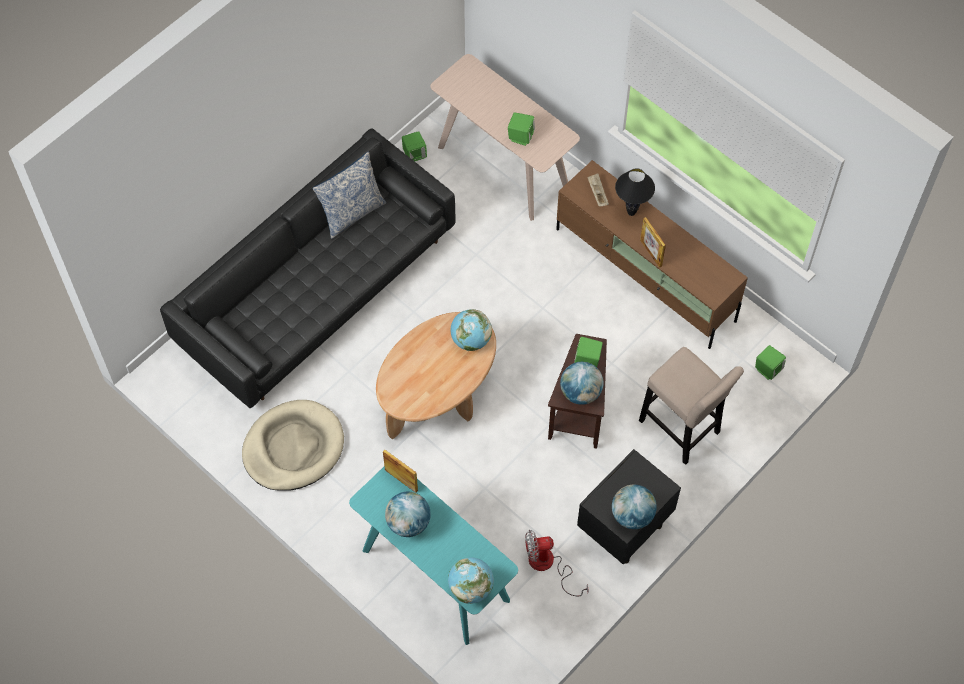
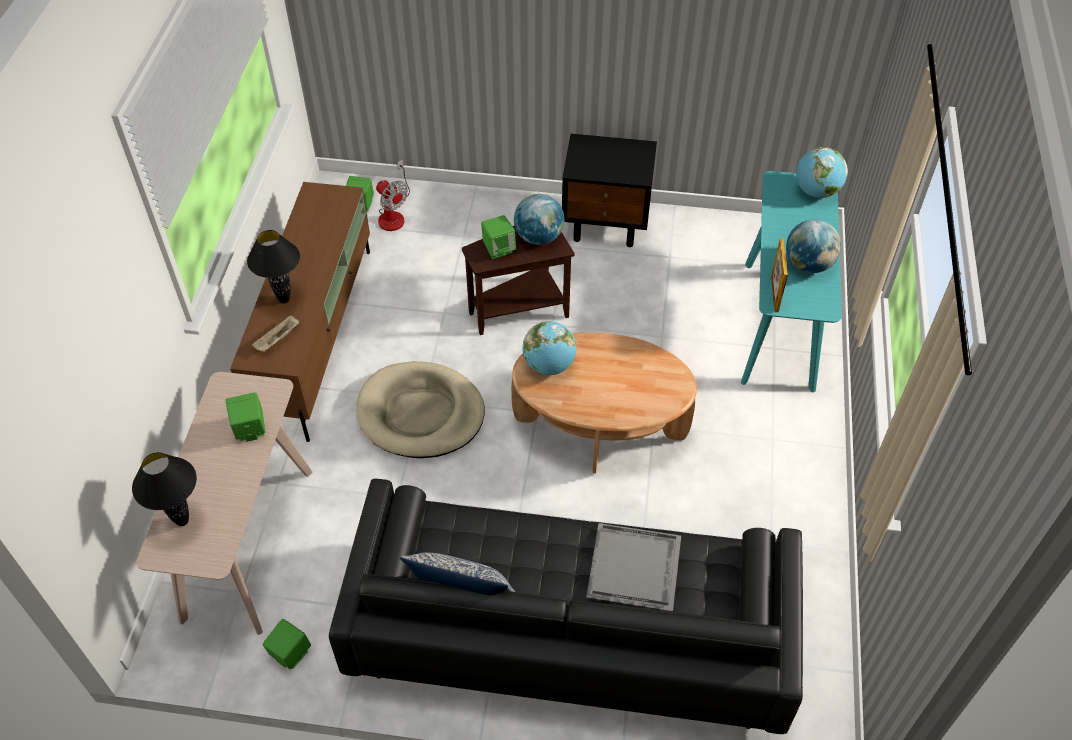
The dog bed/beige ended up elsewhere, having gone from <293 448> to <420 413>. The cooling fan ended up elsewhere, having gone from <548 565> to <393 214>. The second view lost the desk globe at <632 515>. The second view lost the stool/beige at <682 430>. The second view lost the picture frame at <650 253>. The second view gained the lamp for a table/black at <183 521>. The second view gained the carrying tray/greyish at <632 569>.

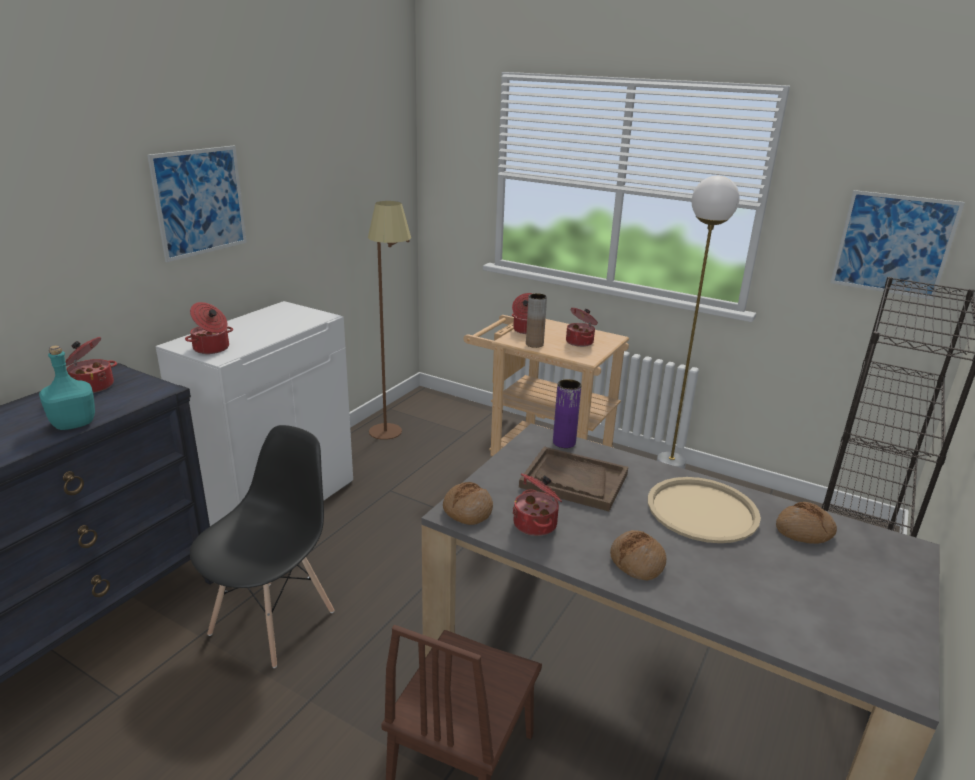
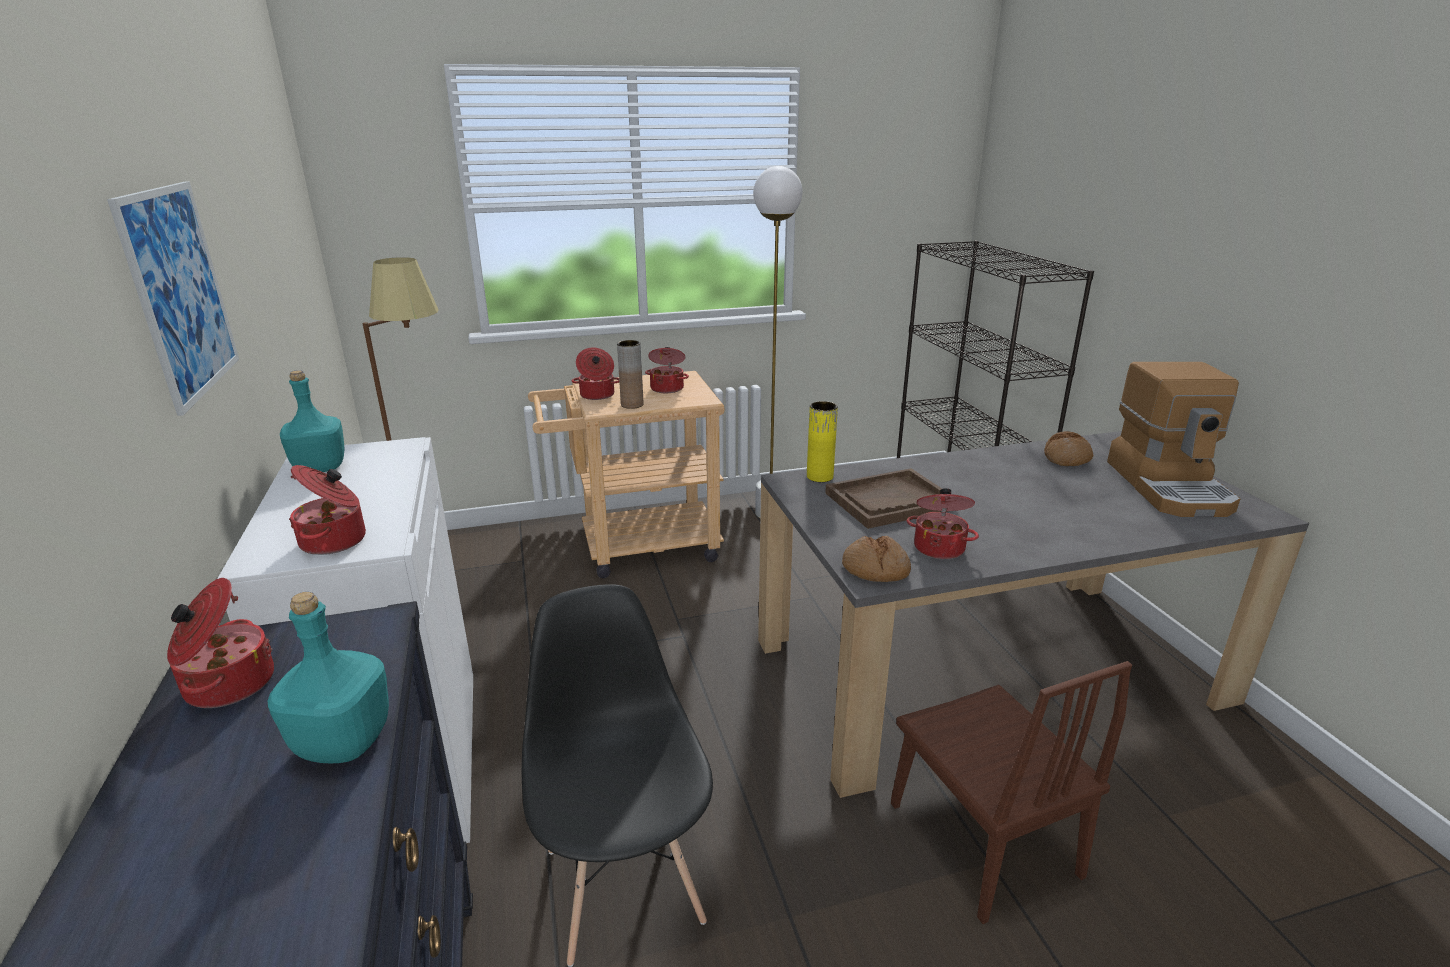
What was the decorative vase/purple at <564 442> turned into the decorative vase/yellow at <819 477>. The second view lost the bread at <637 562>. The second view lost the carrying tray/beige at <702 510>. The second view lost the wall picture at <893 244>. The second view gained the bottle/blue-green at <320 467>. The second view gained the coffee maker at <1170 486>.

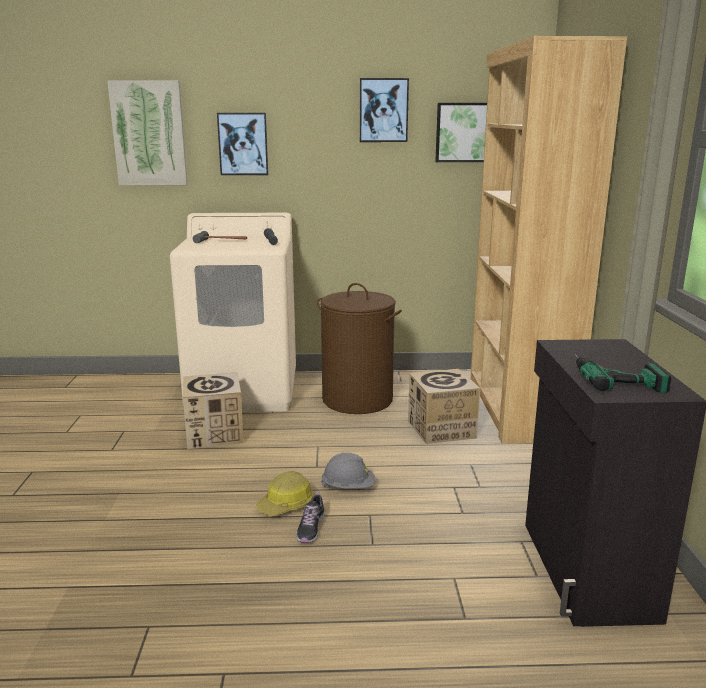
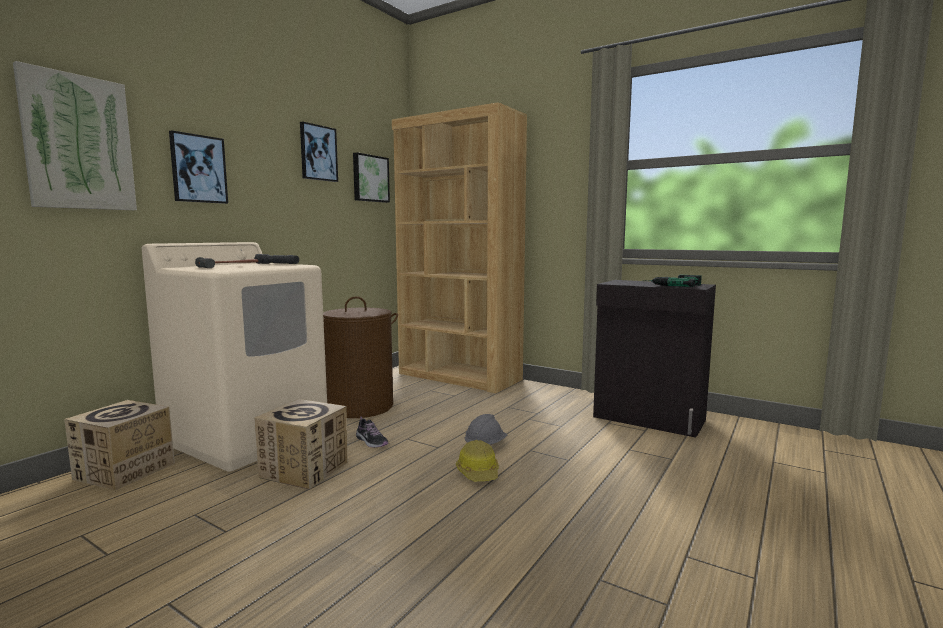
The low shoe ended up elsewhere, having gone from <310 528> to <371 441>. The packing box ended up elsewhere, having gone from <441 429> to <125 471>.

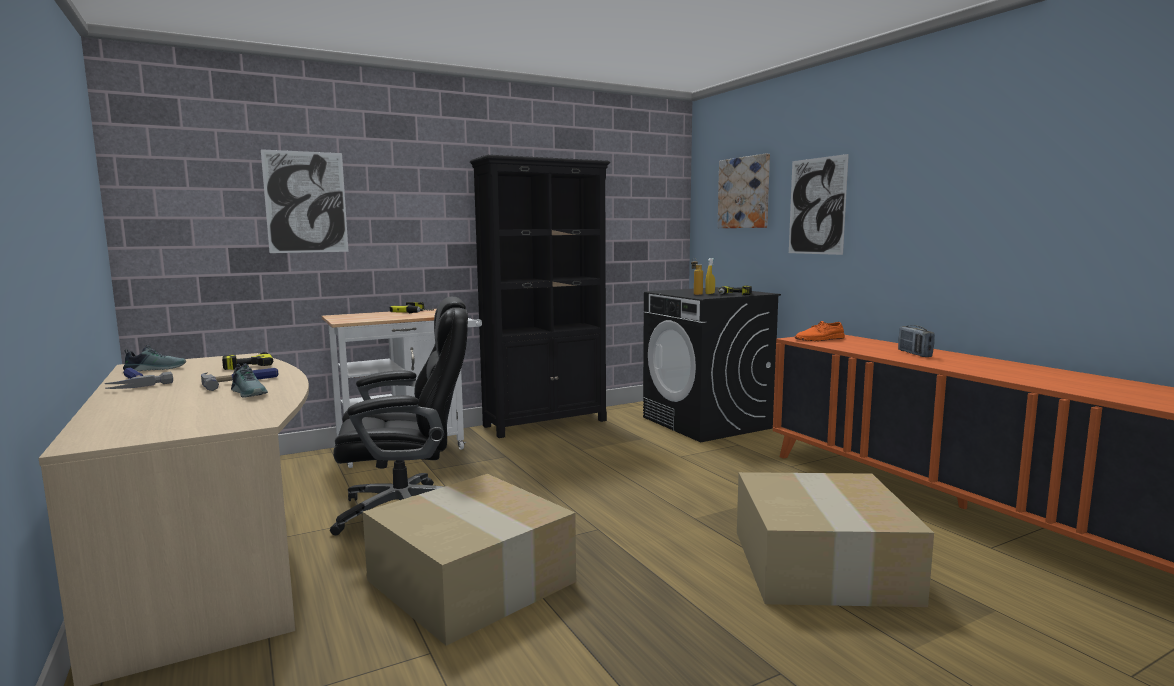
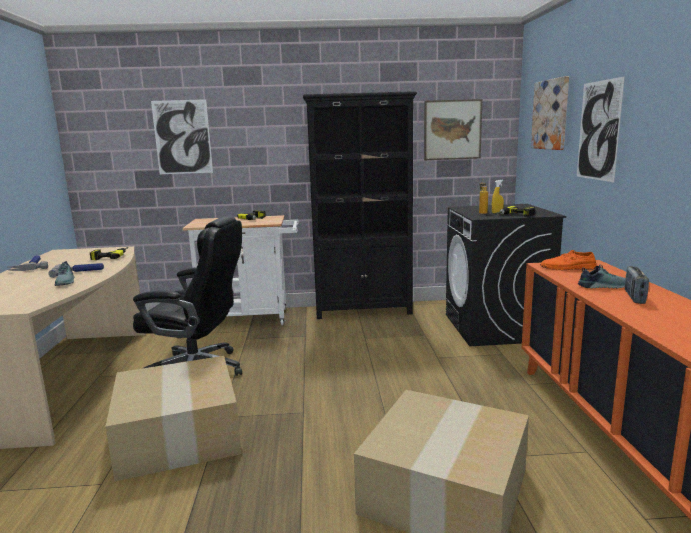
The low shoe ended up elsewhere, having gone from <156 369> to <602 286>. The second view gained the wall picture at <452 130>.

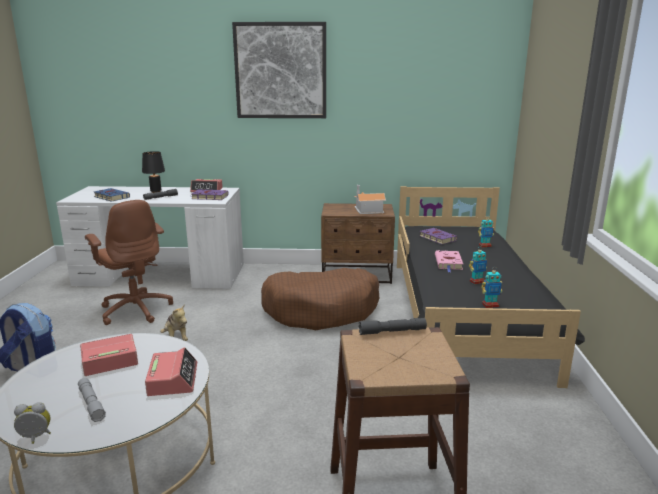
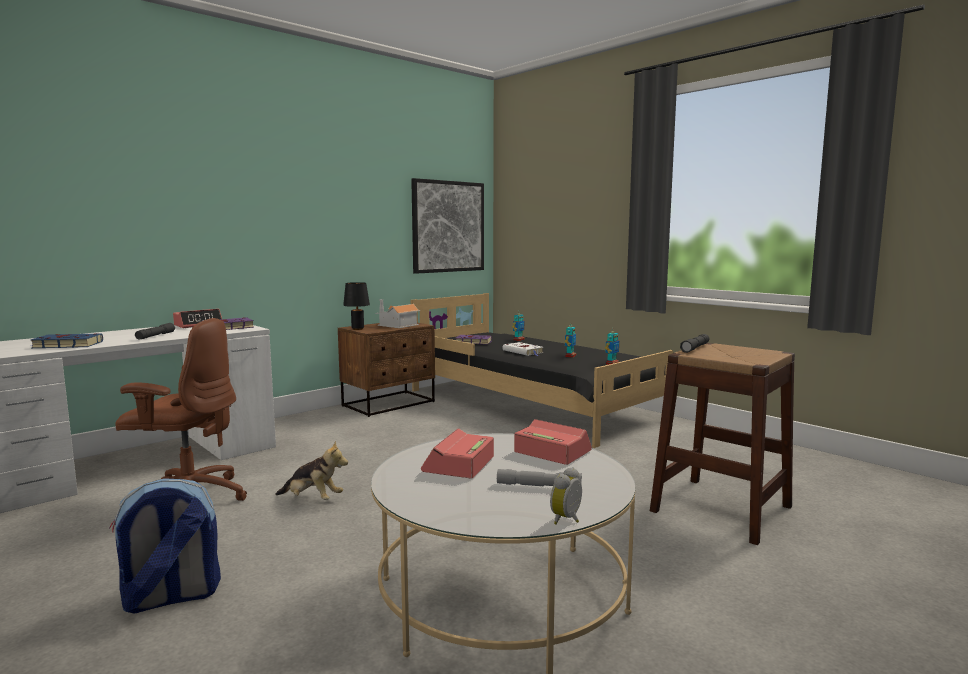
The lamp for a table/black ended up elsewhere, having gone from <155 192> to <357 329>. The wall picture ended up elsewhere, having gone from <280 71> to <448 226>. The second view lost the dog bed/brown-coloured at <322 310>. What was the volume/pinkish at <448 263> turned into the volume/white-coloured at <524 352>.

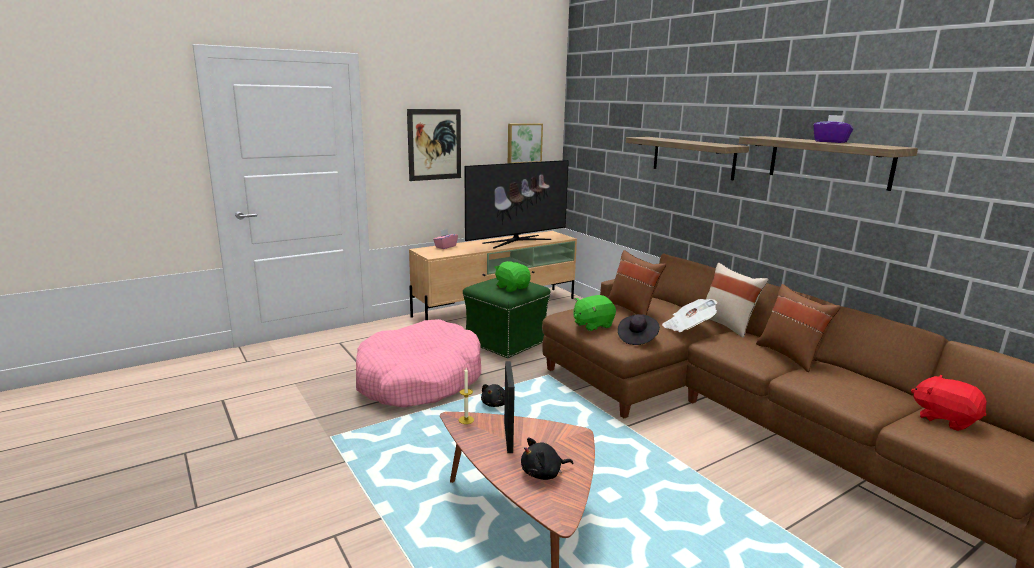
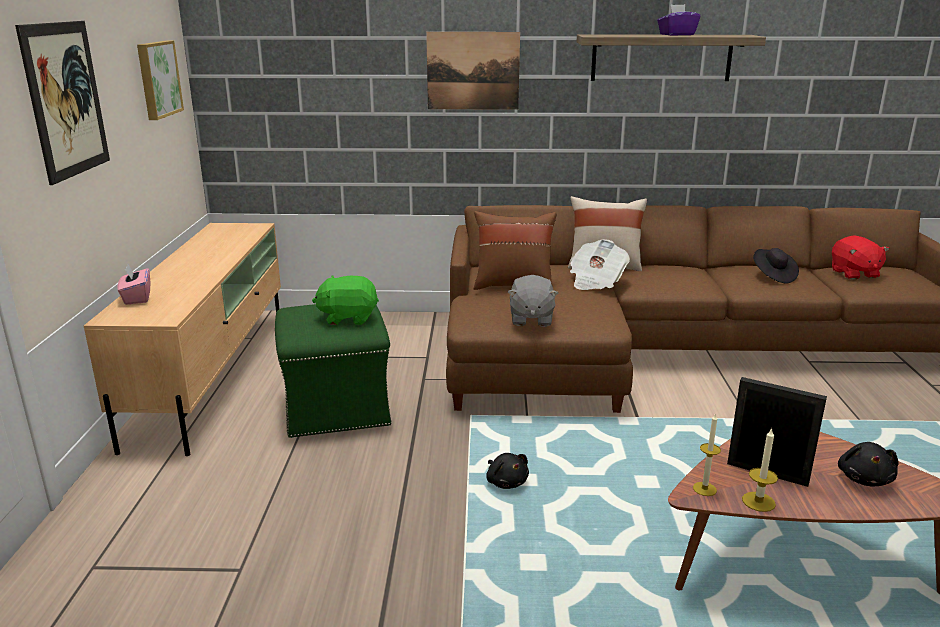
The second view lost the dog bed/pinkish at <419 380>. The second view lost the TV at <516 241>. What was the soft toy/green-coloured at <592 325> turned into the soft toy/greyish at <531 319>. The wearable hat/black ended up elsewhere, having gone from <637 338> to <773 276>. Where the wall shelf hung at <693 157>, the wall picture came to hang at <473 71>. The second view lost the pillow/brown-coloured at <790 356>. The soft toy/reddish at <944 419> ended up facing another way, 90 degrees counterclockwise from before. The second view gained the candle at <758 501>.

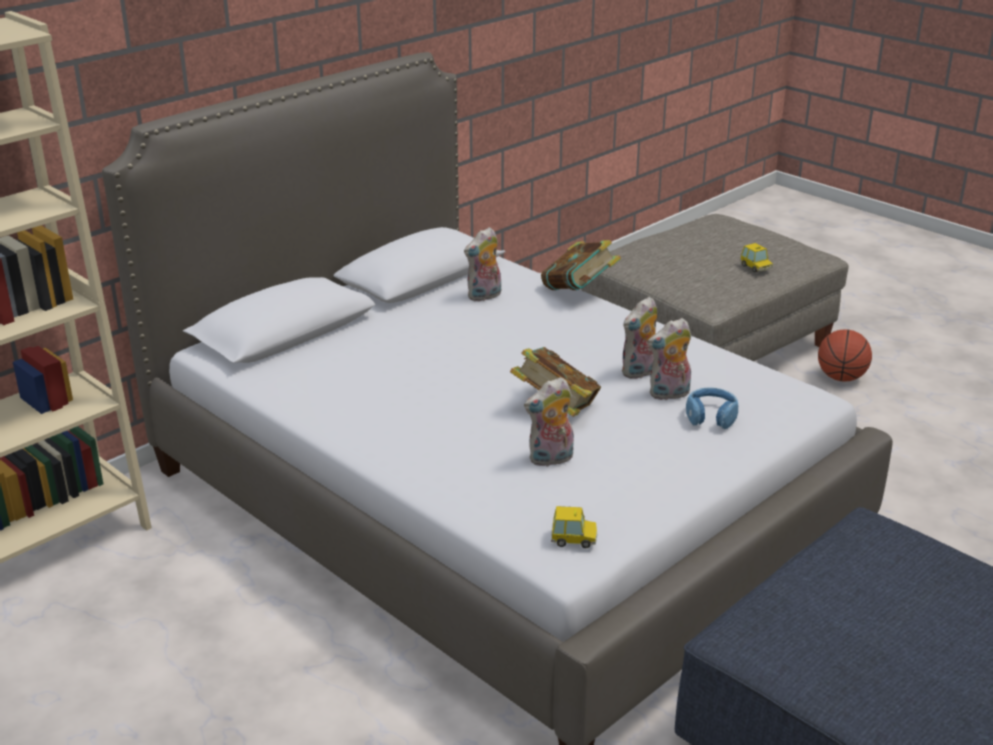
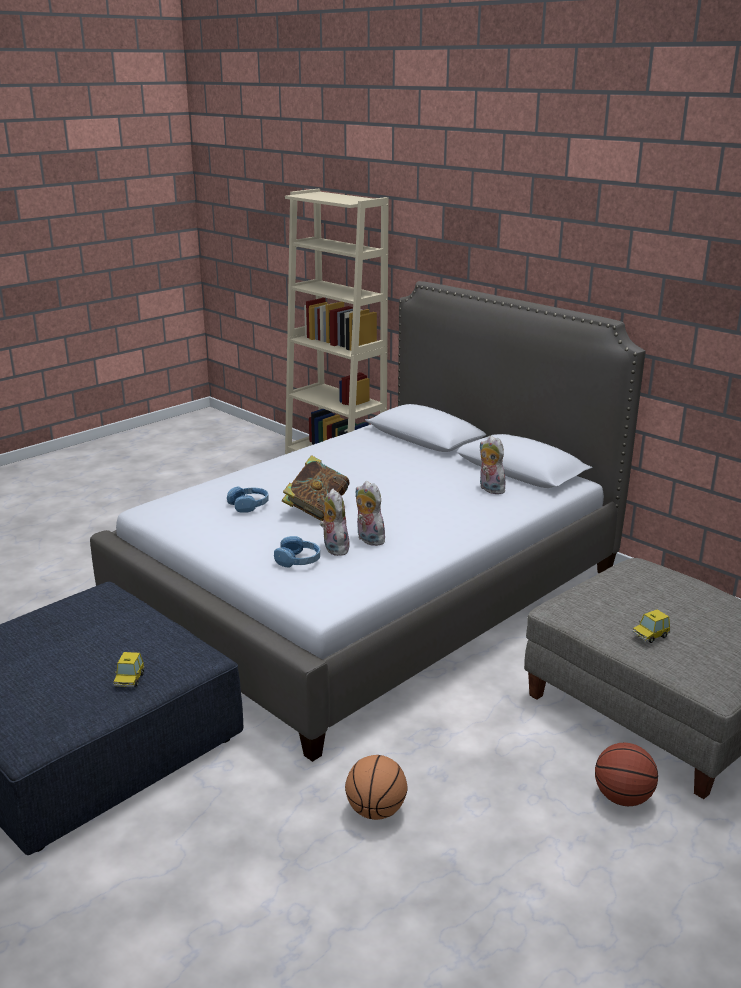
Where the soft toy stood at <551 459>, the headset/bluish came to stand at <249 505>. The second view lost the volume at <579 292>. The model car ended up elsewhere, having gone from <574 538> to <129 679>. The second view gained the ball for basketball at <376 810>.

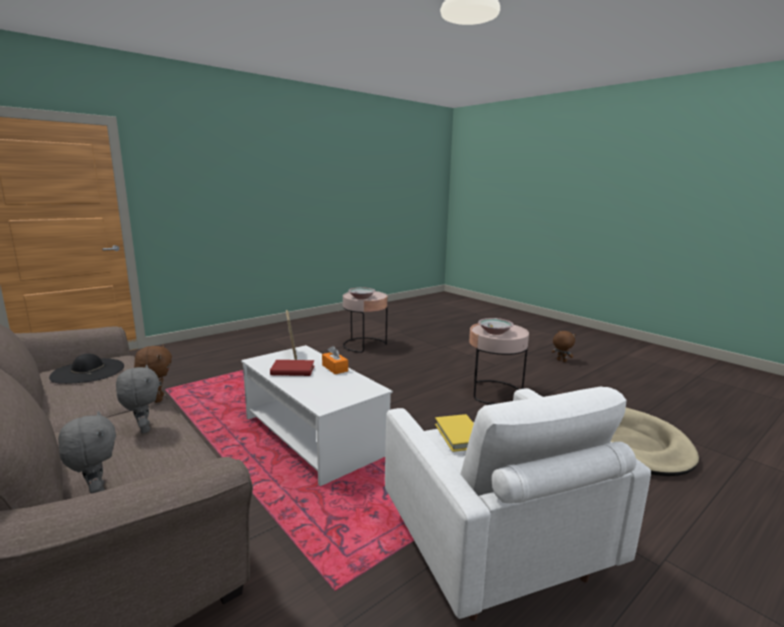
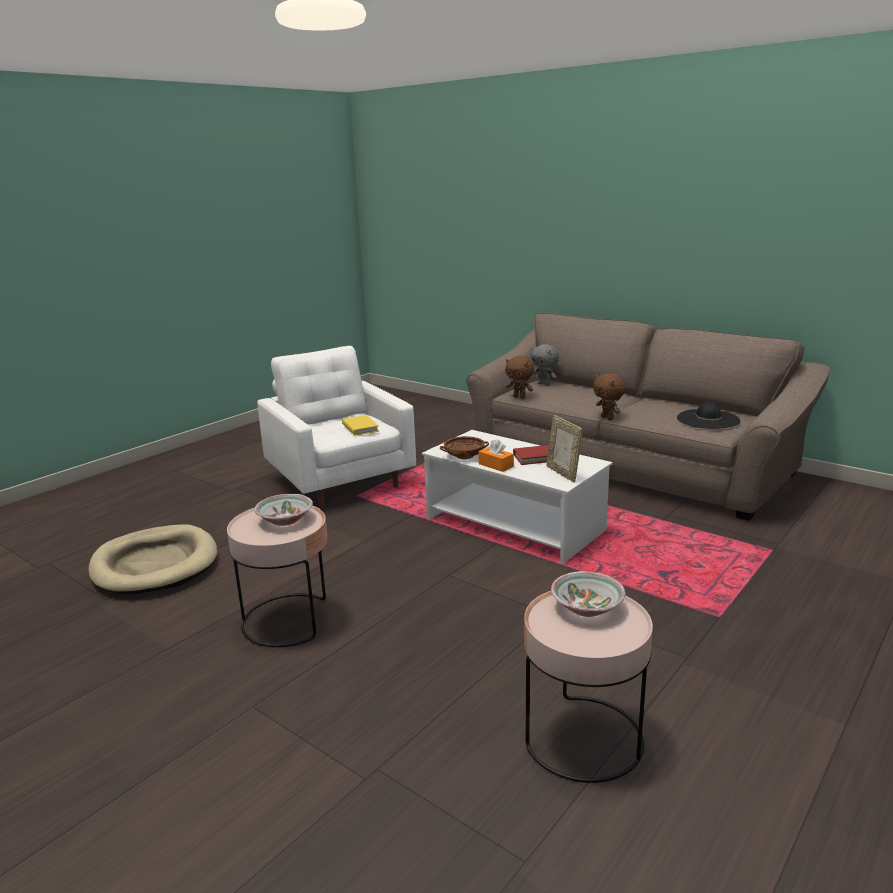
The second view lost the soft toy/greyish at <143 429>. The soft toy/brown-coloured ended up elsewhere, having gone from <561 361> to <520 397>. The second view gained the serving bowl/brown-coloured at <464 455>.

